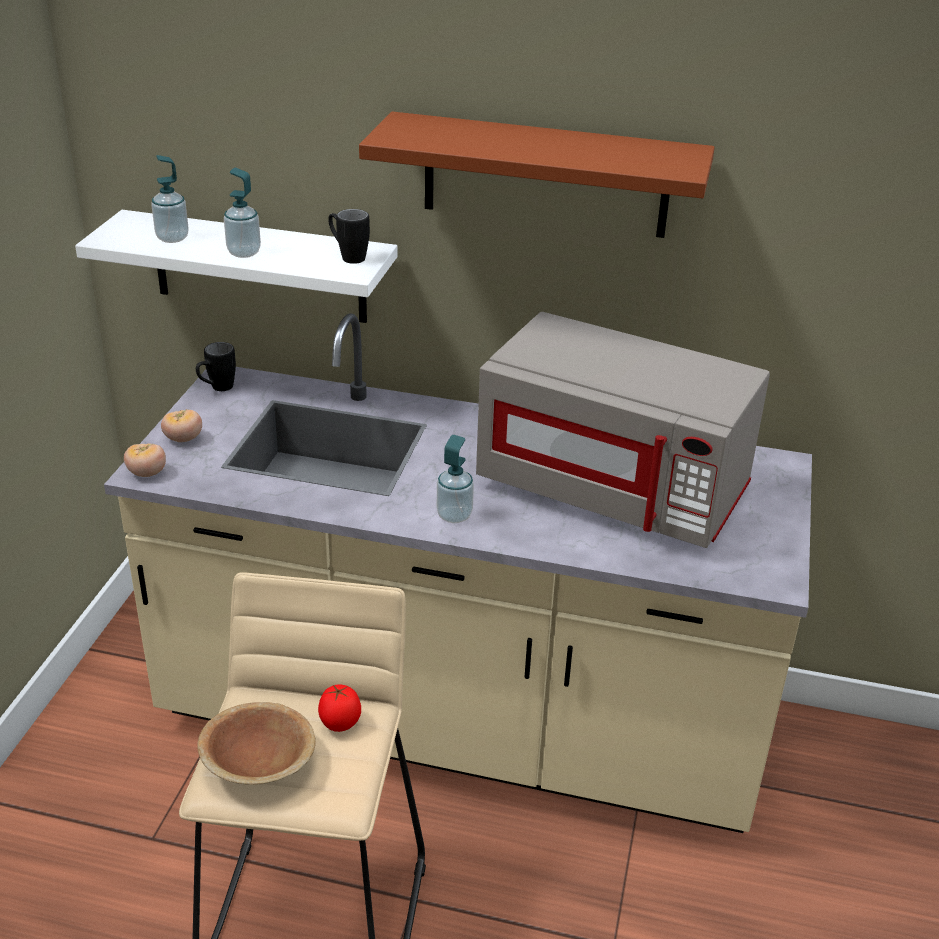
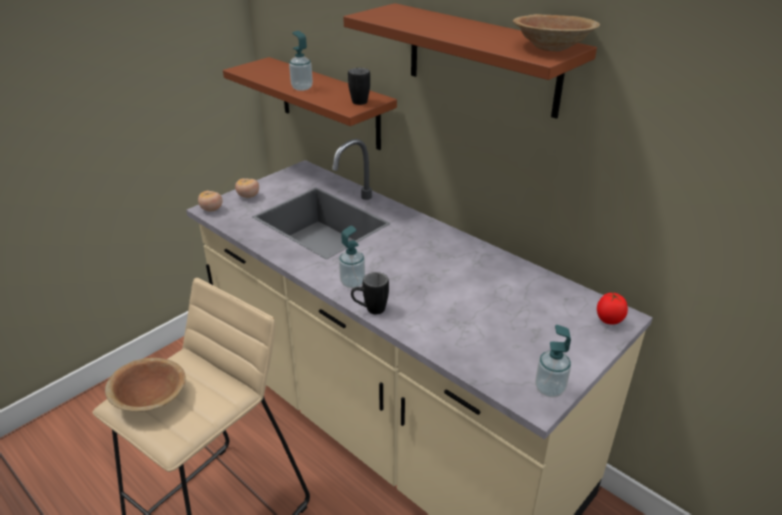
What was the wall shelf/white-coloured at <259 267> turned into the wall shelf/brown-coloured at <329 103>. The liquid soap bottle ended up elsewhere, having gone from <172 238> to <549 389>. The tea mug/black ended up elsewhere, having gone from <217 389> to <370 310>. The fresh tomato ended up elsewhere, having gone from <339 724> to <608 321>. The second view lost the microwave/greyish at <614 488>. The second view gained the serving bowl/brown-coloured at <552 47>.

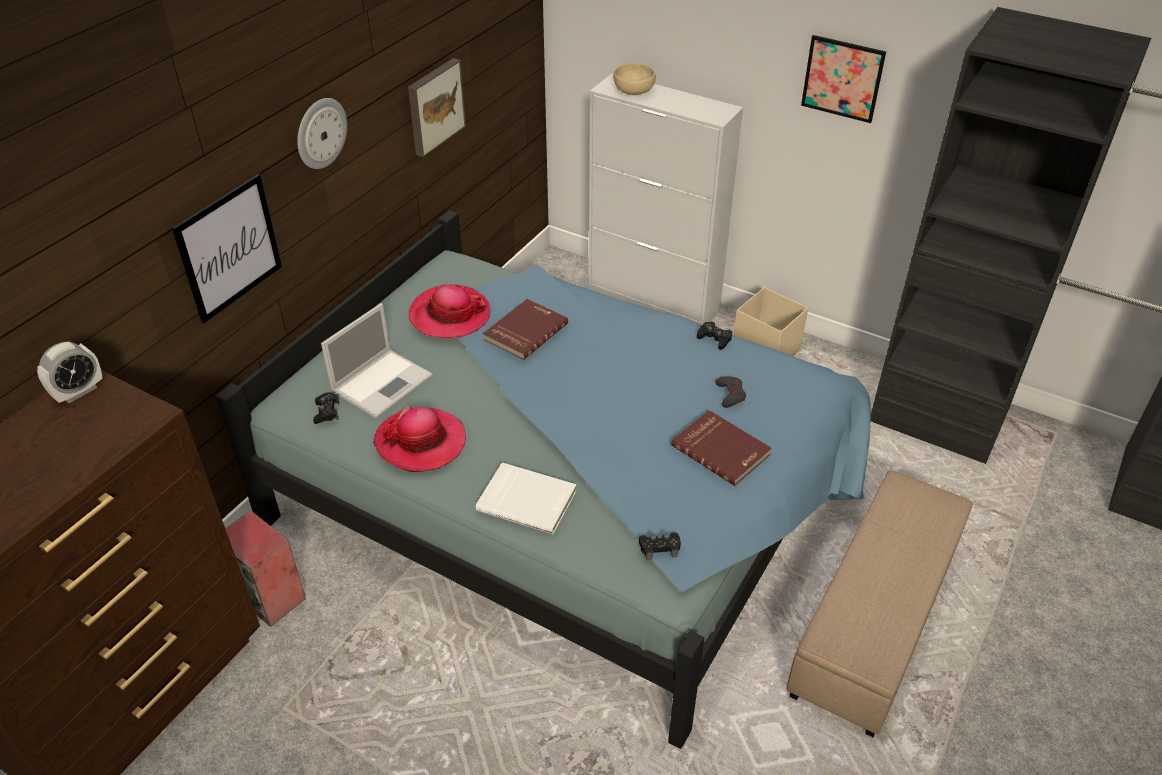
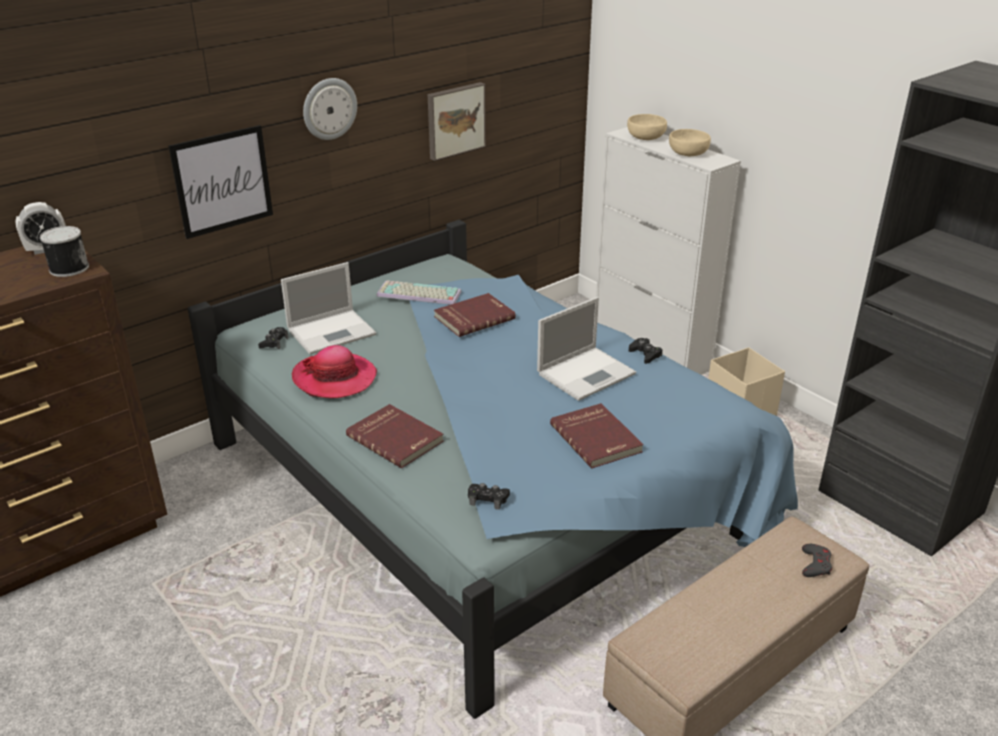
The second view lost the audio speaker at <271 597>. Where the wearable hat stood at <450 315>, the computer keyboard came to stand at <417 294>. What was the volume/white-coloured at <527 499> turned into the volume/reddish at <396 438>. The joypad/greyish ended up elsewhere, having gone from <730 394> to <815 564>. The second view lost the wall picture at <842 78>. The second view gained the can at <68 268>. The second view gained the portable computer at <587 373>. The second view gained the serving bowl/beige at <687 153>.

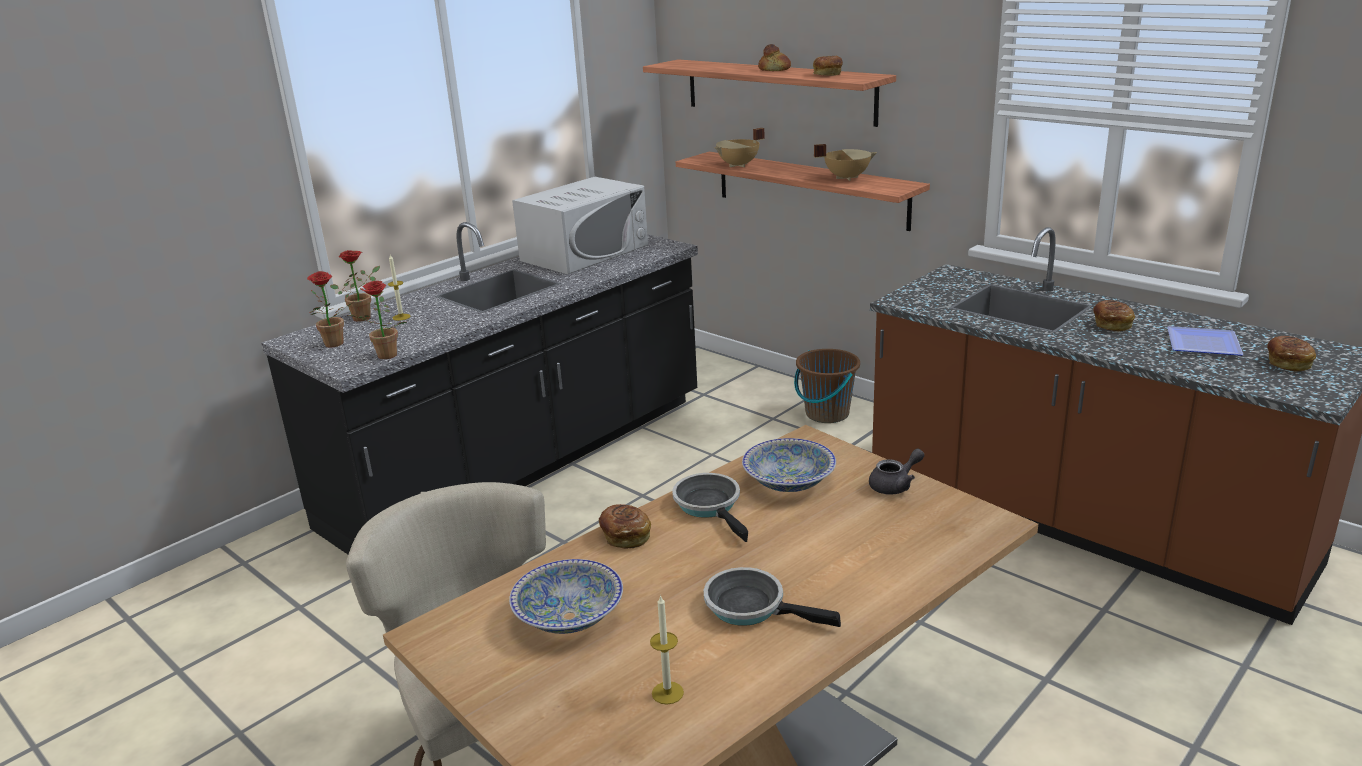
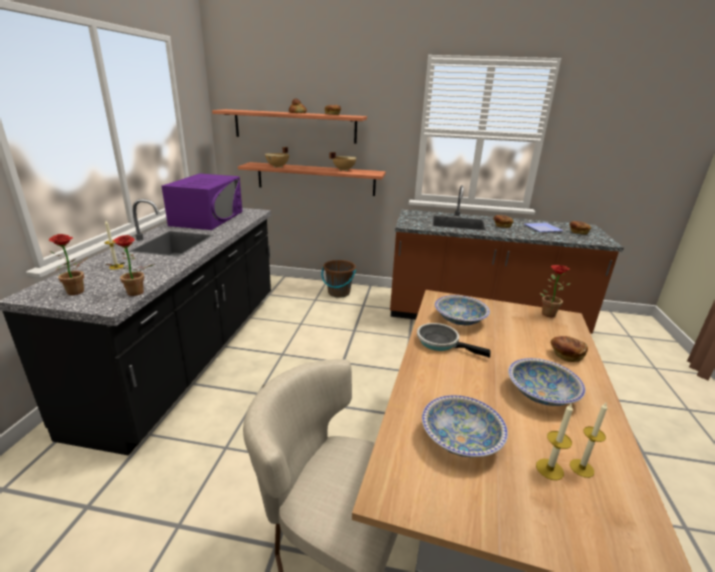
The plant in a pot ended up elsewhere, having gone from <364 317> to <547 312>. What was the microwave/white-coloured at <585 252> turned into the microwave/purple at <207 218>. The bread ended up elsewhere, having gone from <625 536> to <566 355>. Where the frying pan stood at <751 607>, the serving bowl came to stand at <541 394>. The second view lost the tea pot/greyish at <895 485>. The second view gained the candle at <549 469>.

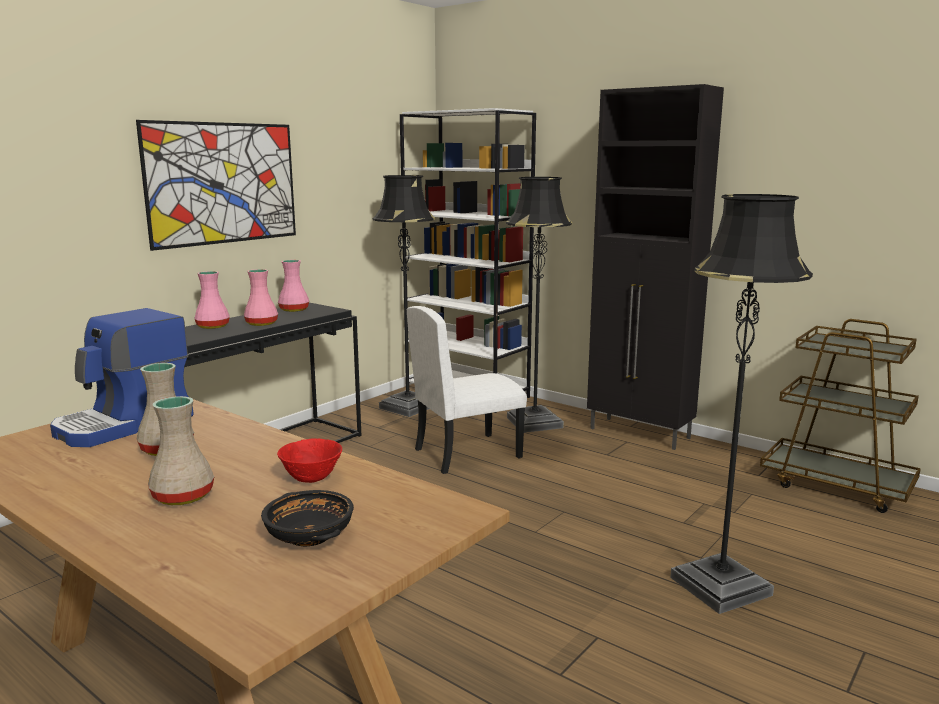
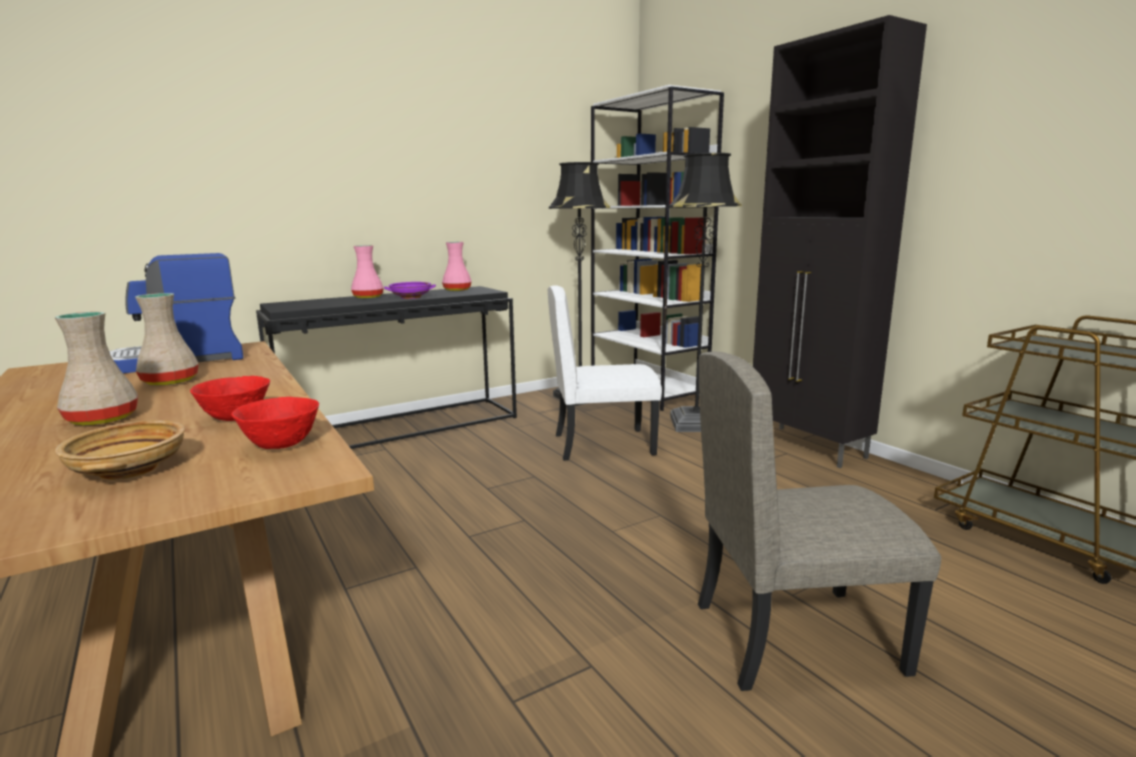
The second view lost the wall picture at <223 183>. Where the decorative vase/pinkish stood at <261 324>, the serving bowl/purple came to stand at <410 297>. What was the serving bowl/black at <310 536> turned into the serving bowl/beige at <129 470>. Where the standing lamp/black stood at <720 586>, the plain chair/beige came to stand at <795 636>. The second view gained the serving bowl/reddish at <281 445>.

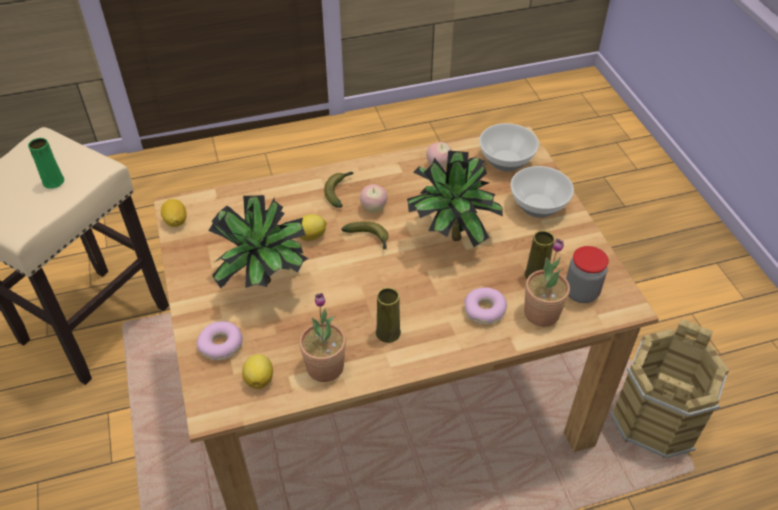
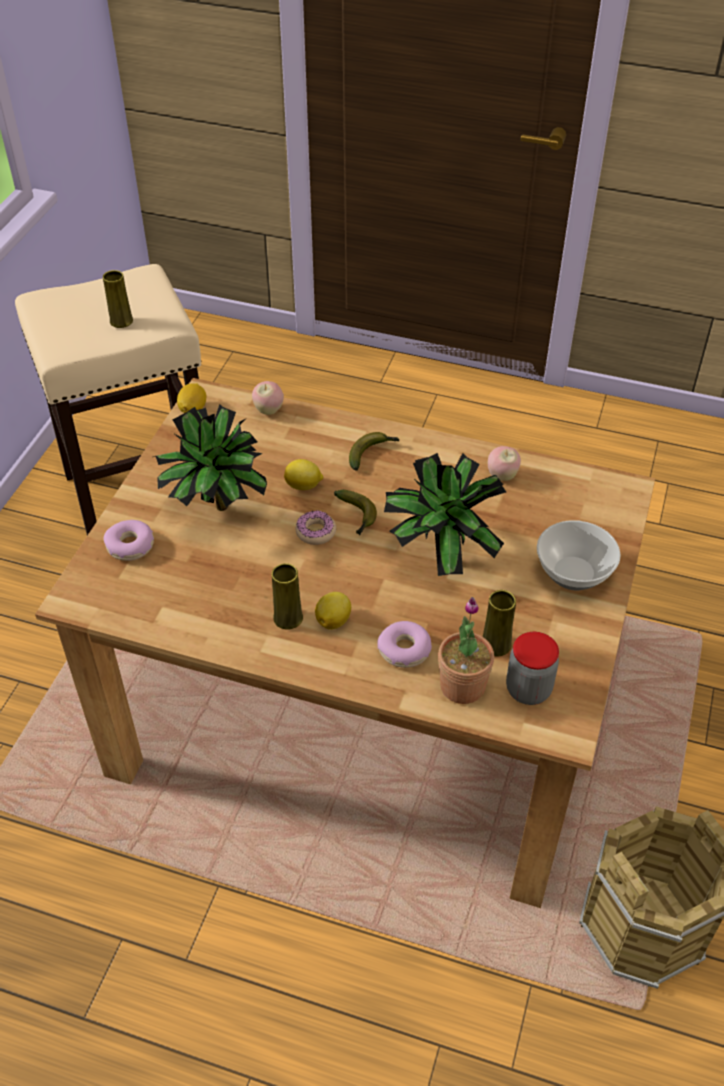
What was the decorative vase/green-coloured at <53 181> turned into the decorative vase/yellow at <121 321>. The citrus fruit ended up elsewhere, having gone from <259 379> to <334 620>. The second view lost the plant in a pot at <325 367>. The apple fruit ended up elsewhere, having gone from <373 209> to <268 410>. The second view lost the serving bowl at <505 161>. The second view gained the donut at <315 532>.

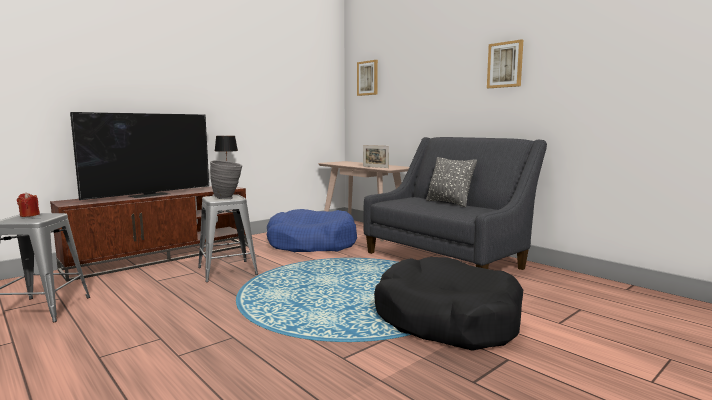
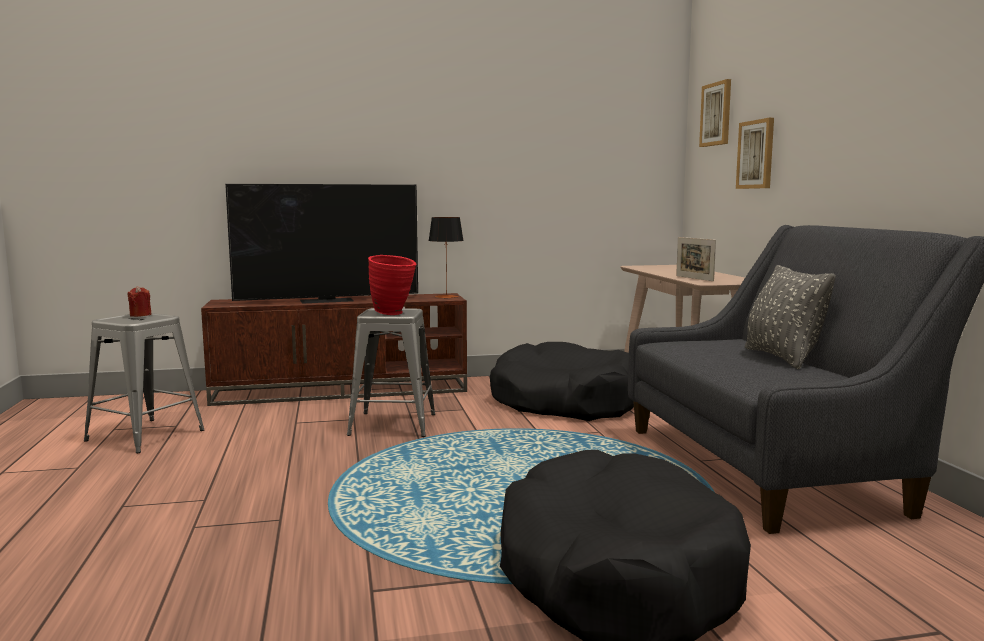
What was the decorative vase/greyish at <228 198> turned into the decorative vase/reddish at <393 314>. What was the dog bed/bluish at <312 243> turned into the dog bed/black at <564 402>. The wall picture ended up elsewhere, having gone from <505 65> to <756 154>.

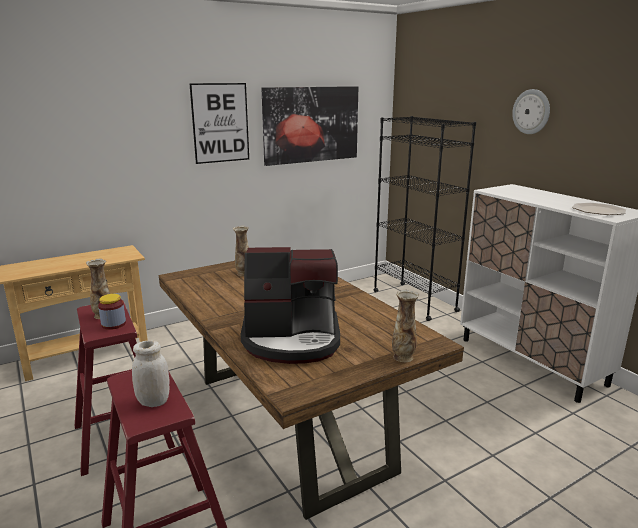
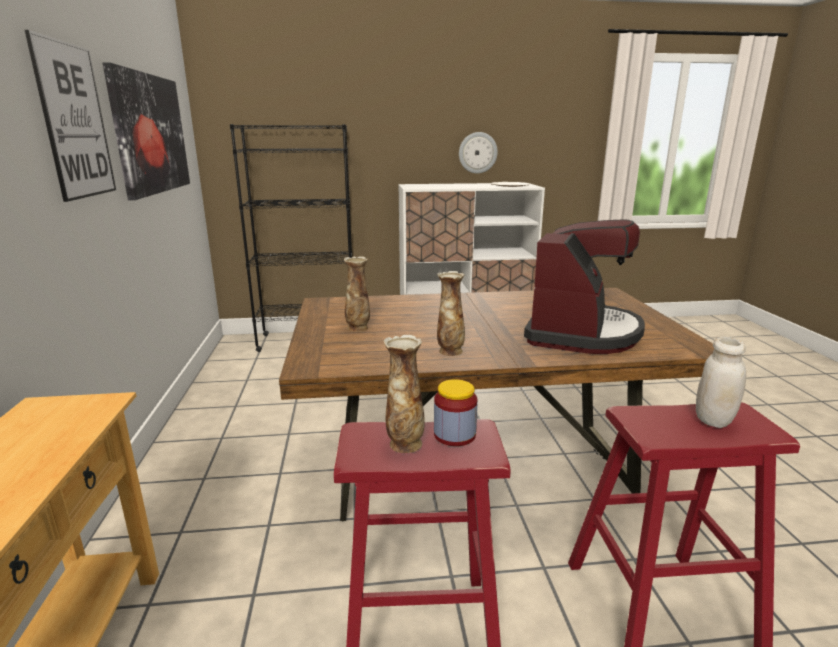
The decorative vase ended up elsewhere, having gone from <403 357> to <450 351>. The wall clock ended up elsewhere, having gone from <531 111> to <477 152>.

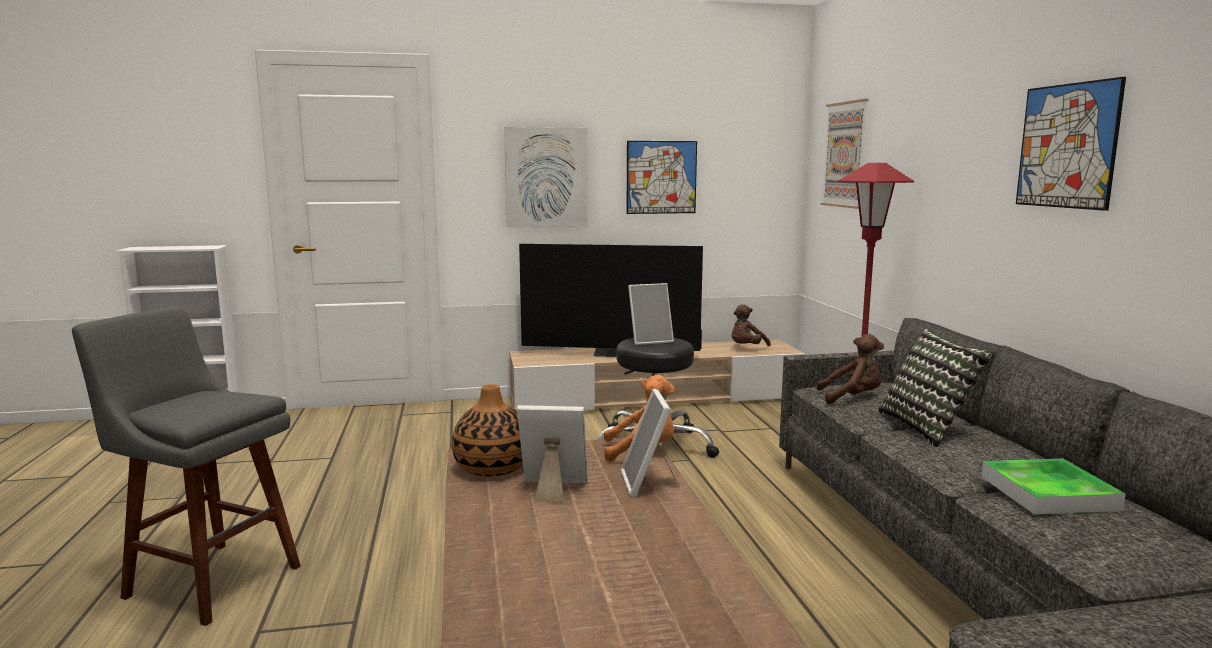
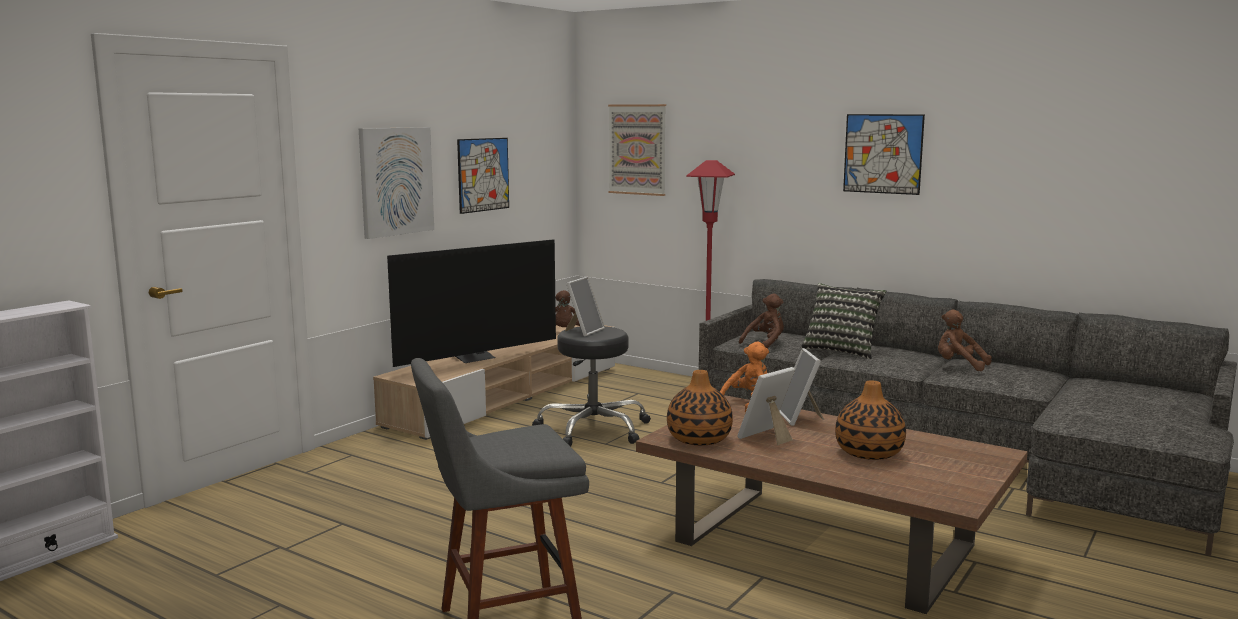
The picture frame at <649 483> ended up facing another way, 45 degrees clockwise from before. Where the carrying tray stood at <1048 493>, the soft toy/brown-coloured came to stand at <959 365>. The second view gained the decorative vase at <869 453>.

